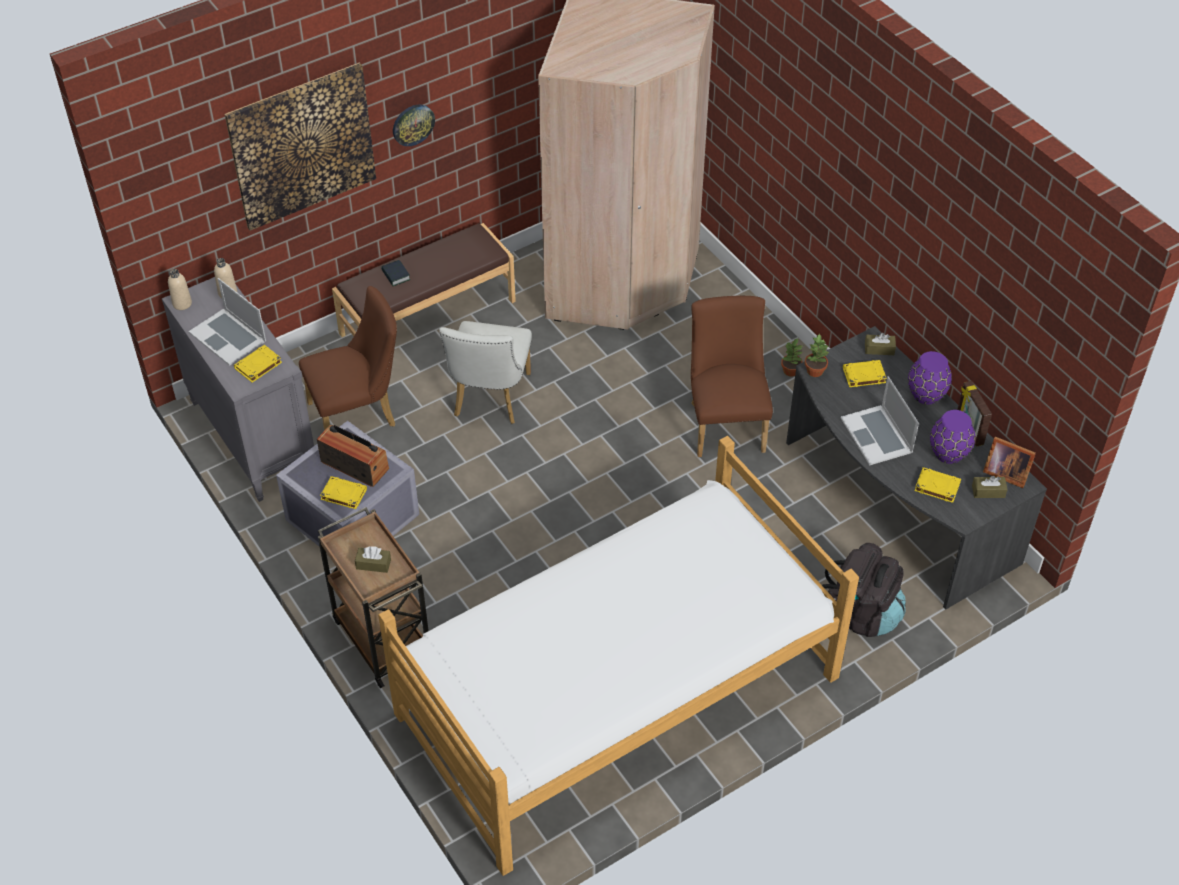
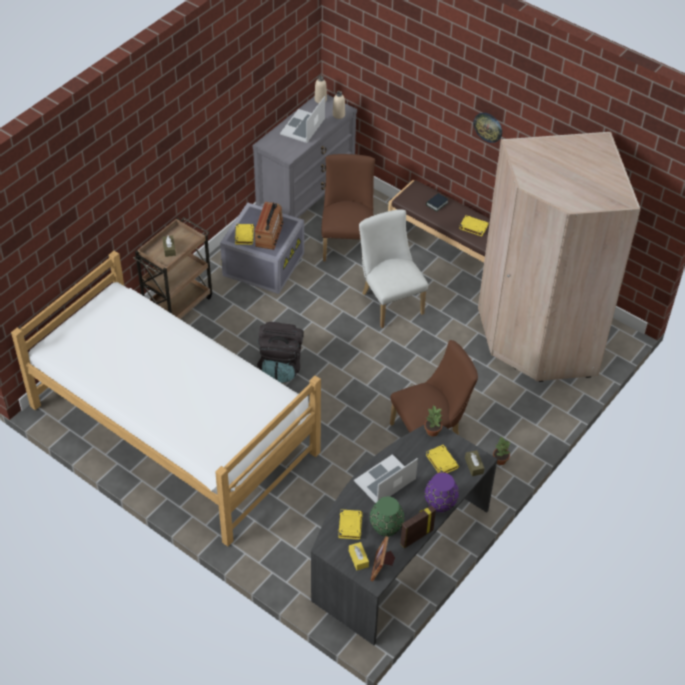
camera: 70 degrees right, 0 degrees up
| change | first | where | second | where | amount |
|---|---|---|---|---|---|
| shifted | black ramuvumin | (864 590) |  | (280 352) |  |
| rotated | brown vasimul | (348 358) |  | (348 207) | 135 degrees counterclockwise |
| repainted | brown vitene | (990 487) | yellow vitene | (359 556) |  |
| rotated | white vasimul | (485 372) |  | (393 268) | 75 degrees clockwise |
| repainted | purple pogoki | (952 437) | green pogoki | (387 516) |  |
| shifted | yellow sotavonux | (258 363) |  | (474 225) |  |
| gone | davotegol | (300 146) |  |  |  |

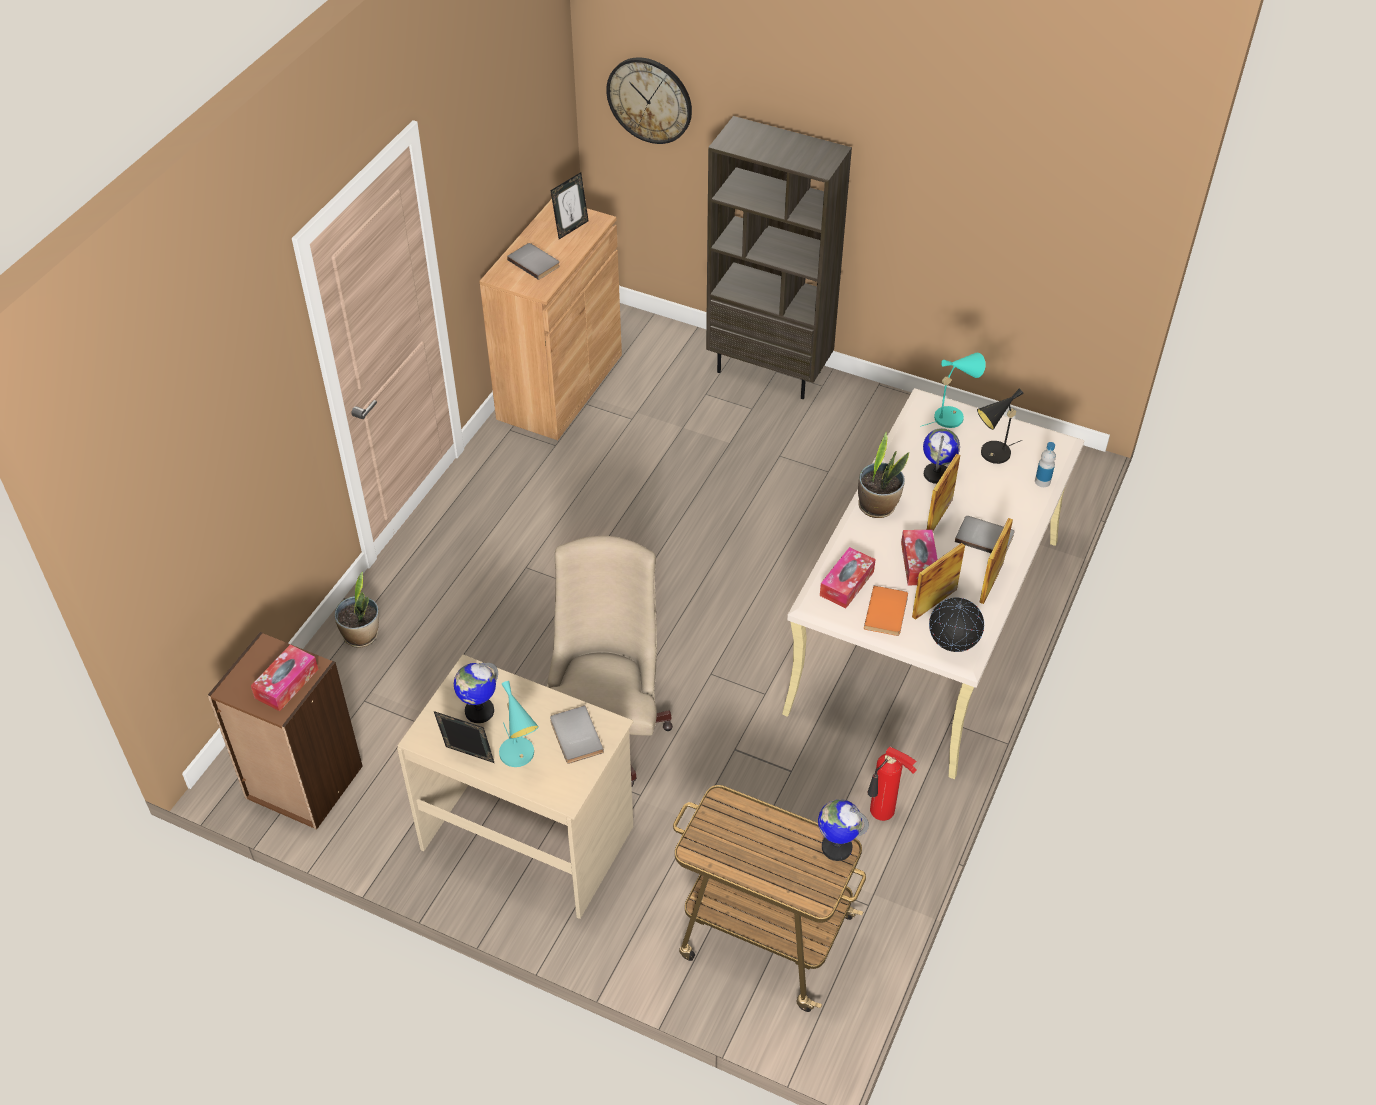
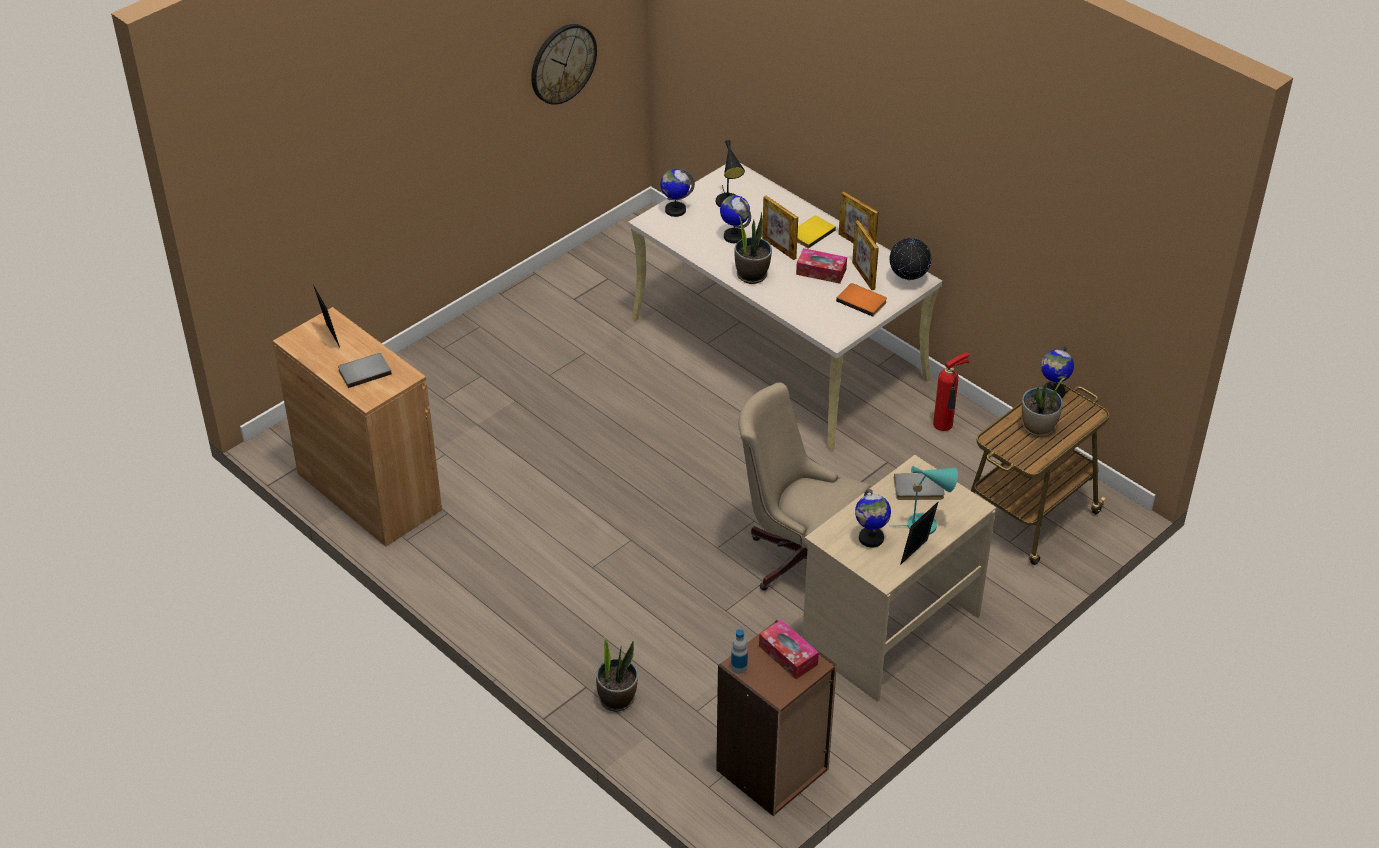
camera: 70 degrees left, 5 degrees down
| change | first | where | second | where | amount |
|---|---|---|---|---|---|
| shifted | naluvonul | (649 100) |  | (564 64) |  |
| swapped | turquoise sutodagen | (953 390) | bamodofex | (677 193) |  |
| shifted | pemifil | (1045 464) |  | (739 651) |  |
| repainted | grey sotavonux | (985 535) | yellow sotavonux | (816 232) |  |
| new |  |  | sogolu | (1043 407) |  |
| gone | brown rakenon | (779 257) |  |  |  |
| gone | vitene | (848 577) |  |  |  |

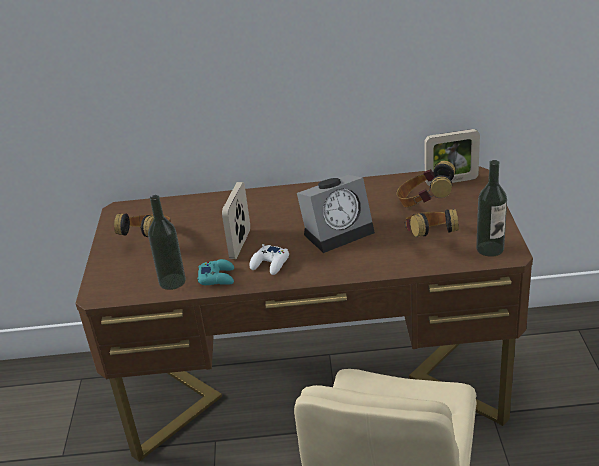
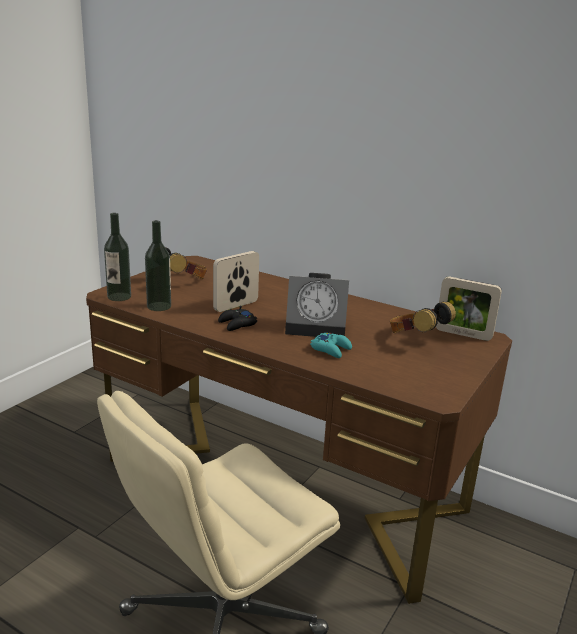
camera: 30 degrees right, 10 degrees down
| change | first | where | second | where | amount |
|---|---|---|---|---|---|
| shifted | pemifil | (491 208) |  | (117 257) |  |
| repainted | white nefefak | (269 259) | black nefefak | (237 318) |  |
| shifted | turquoise nefefak | (216 272) |  | (331 345) |  |
| gone | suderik | (432 222) |  |  |  |

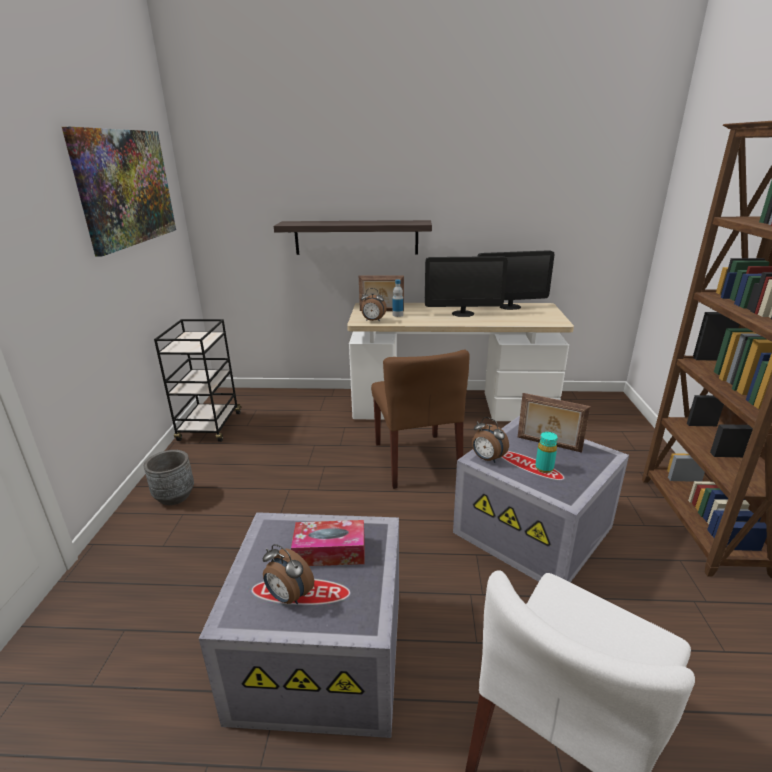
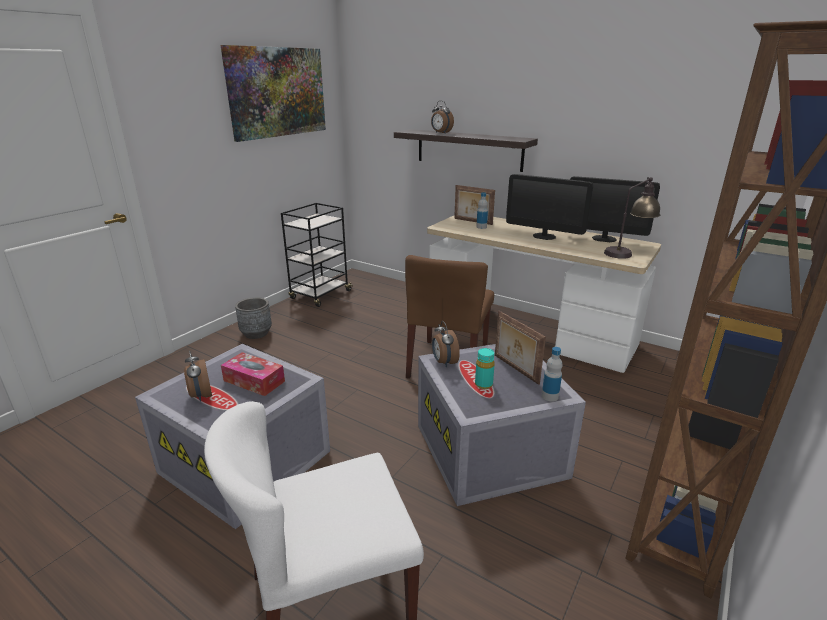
camera: 30 degrees right, 0 degrees up
| change | first | where | second | where | amount |
|---|---|---|---|---|---|
| shifted | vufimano | (374 305) |  | (442 117) |  |
| new |  |  | pemifil | (552 374) |  |
| new |  |  | sutodagen | (632 218) |  |

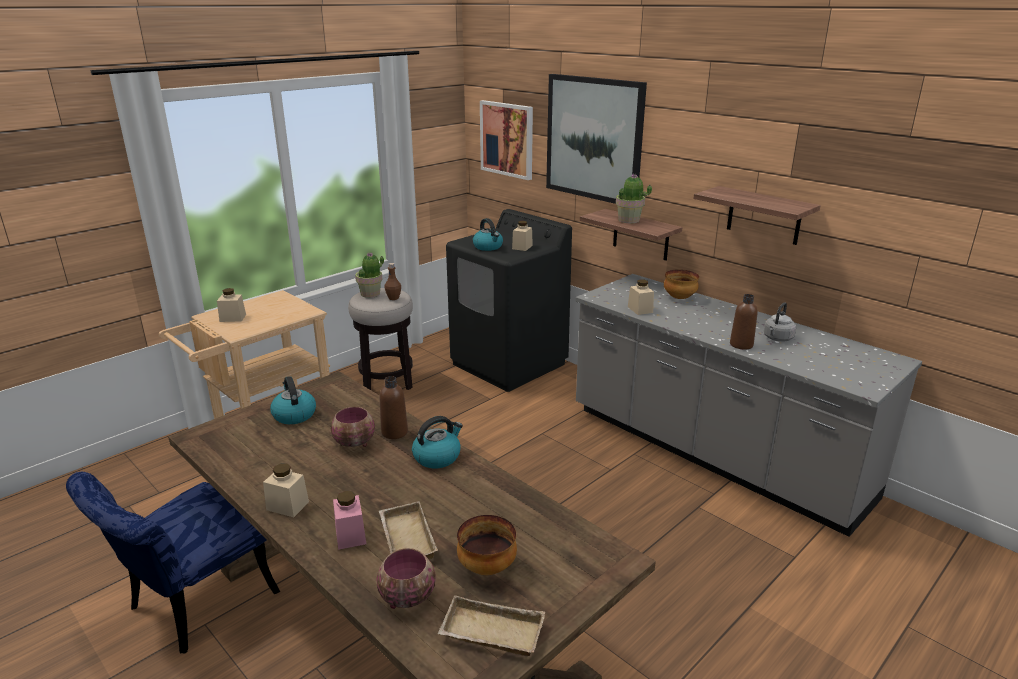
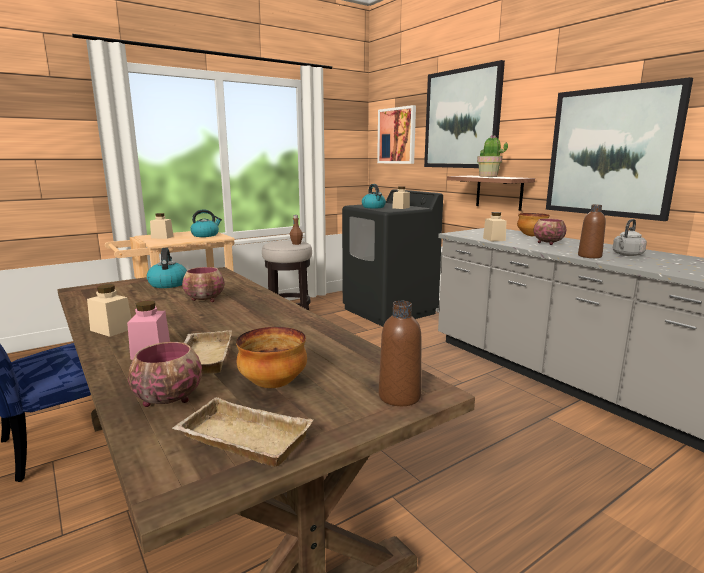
camera: 10 degrees right, 10 degrees down
| change | first | where | second | where | amount |
|---|---|---|---|---|---|
| shifted | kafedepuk | (437 442) |  | (206 223) |  |
| shifted | brown pemifil | (394 407) |  | (400 353) |  |
| new |  |  | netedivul | (549 231) |  |
| swapped | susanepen | (757 215) | davotegol | (619 149) |  |
| gone | sogolu | (369 275) |  |  |  |

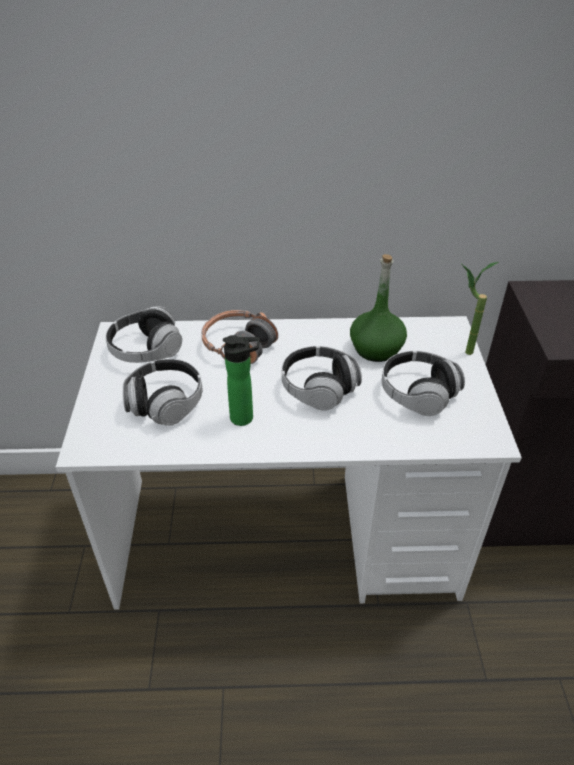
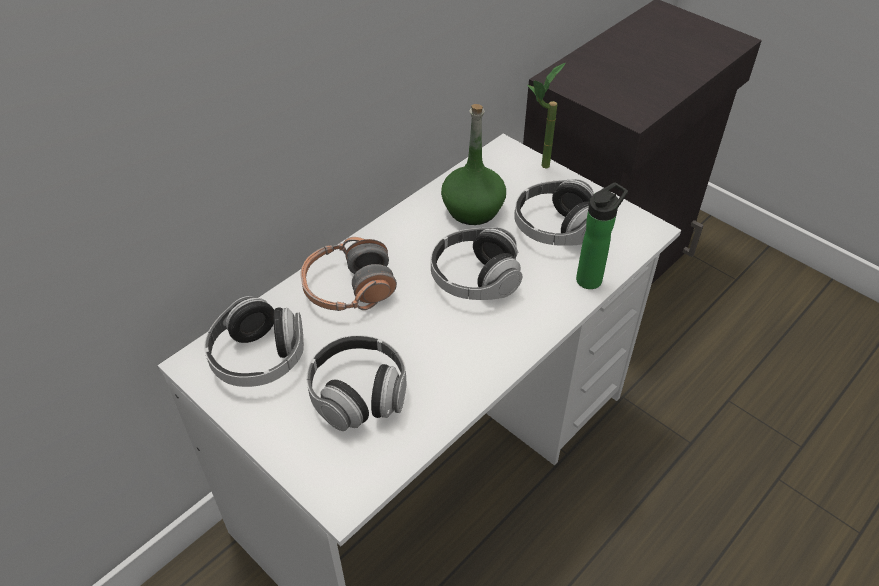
camera: 45 degrees left, 5 degrees up
| change | first | where | second | where | amount |
|---|---|---|---|---|---|
| shifted | pemifil | (241 380) |  | (602 235) |  |

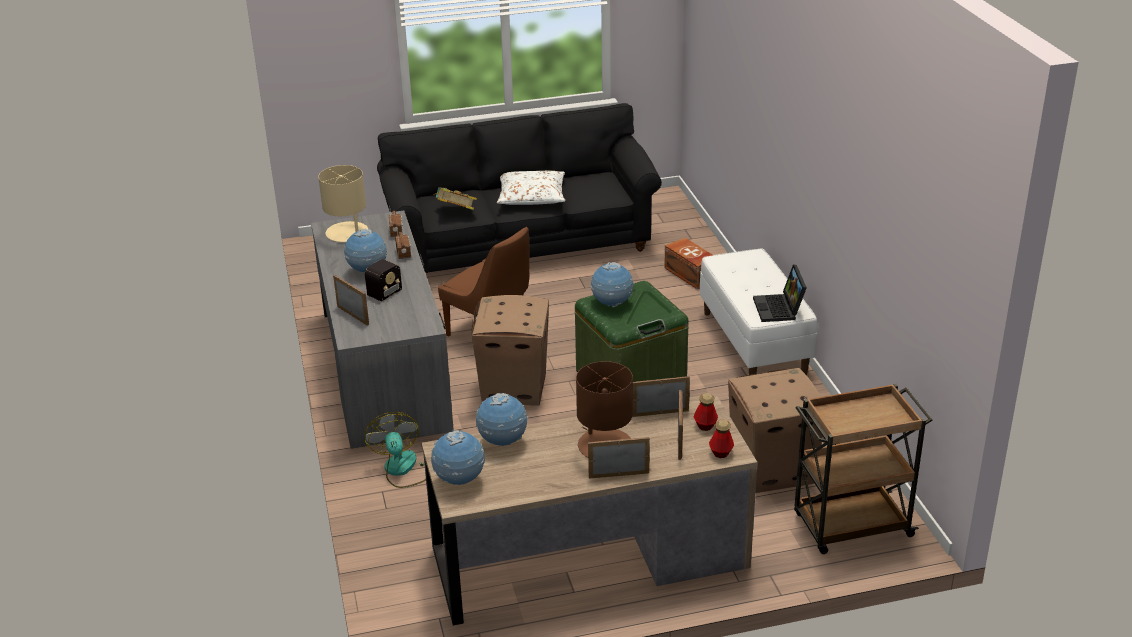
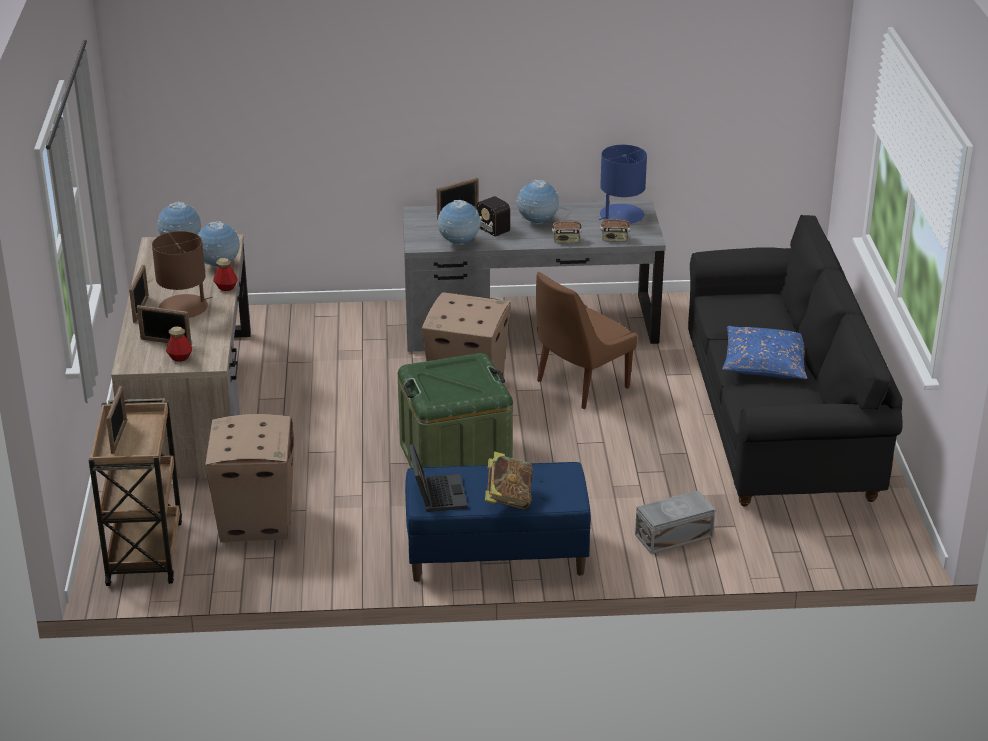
camera: 100 degrees right, 0 degrees up
| change | first | where | second | where | amount |
|---|---|---|---|---|---|
| shifted | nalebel | (661 396) |  | (116 420) |  |
| shifted | pemifil | (721 438) |  | (225 274) |  |
| repainted | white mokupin | (758 311) | blue mokupin | (498 522) |  |
| rotated | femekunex | (780 293) |  | (438 478) | 75 degrees clockwise |
| shifted | bamodofex | (612 285) |  | (459 222) |  |
| shifted | sotavonux | (455 198) |  | (509 480) |  |
| repainted | beige sutodagen | (343 203) | blue sutodagen | (623 184) |  |
| repainted | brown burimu | (688 263) | grey burimu | (675 523) |  |
| repainted | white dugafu | (531 188) | blue dugafu | (764 352) |  |
| gone | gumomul | (395 450) |  |  |  |

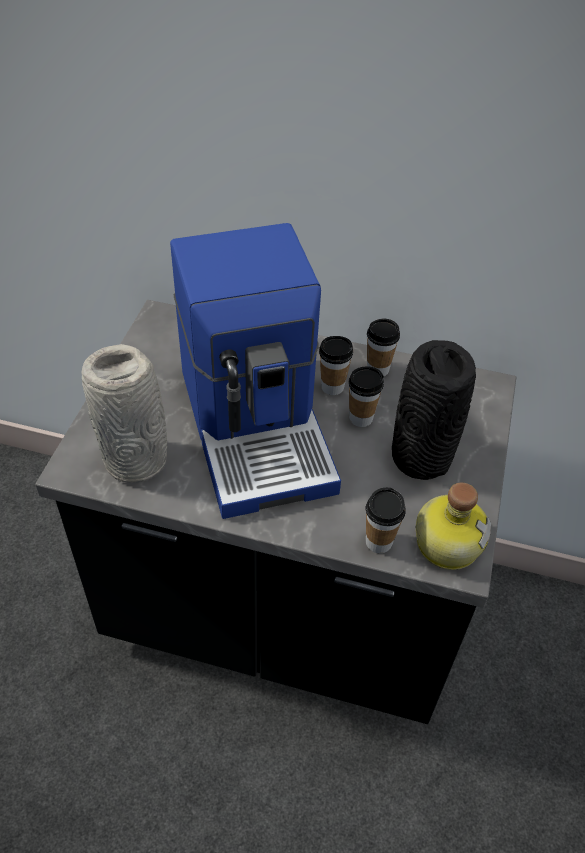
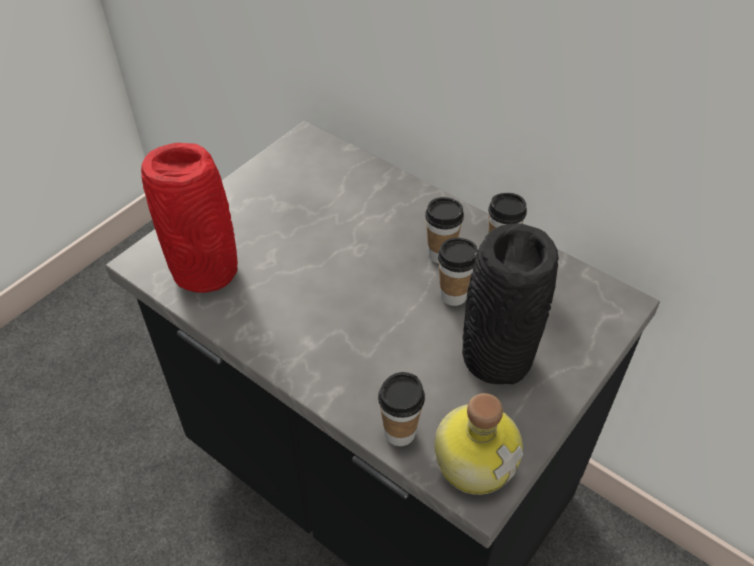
camera: 25 degrees right, 0 degrees up
| change | first | where | second | where | amount |
|---|---|---|---|---|---|
| repainted | grey pogoki | (124 413) | red pogoki | (189 218) |  |
| gone | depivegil | (255 371) |  |  |  |

